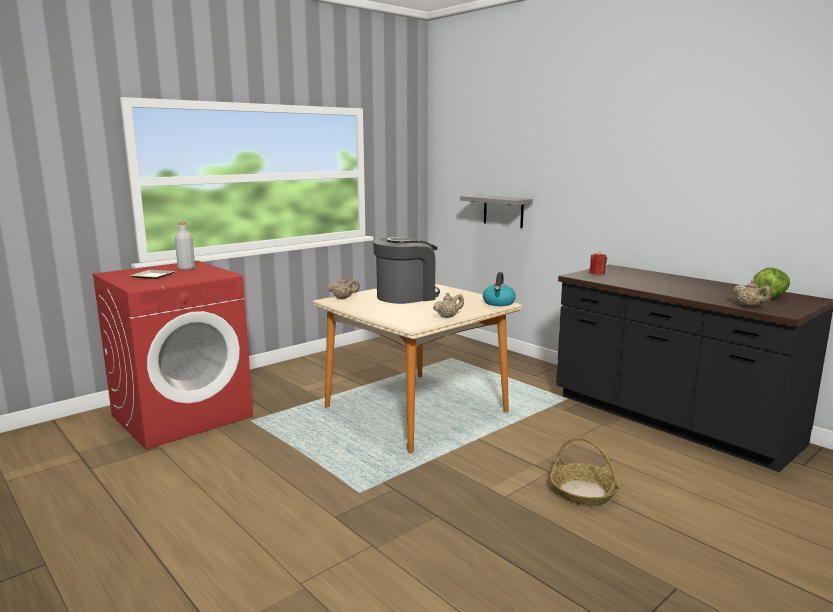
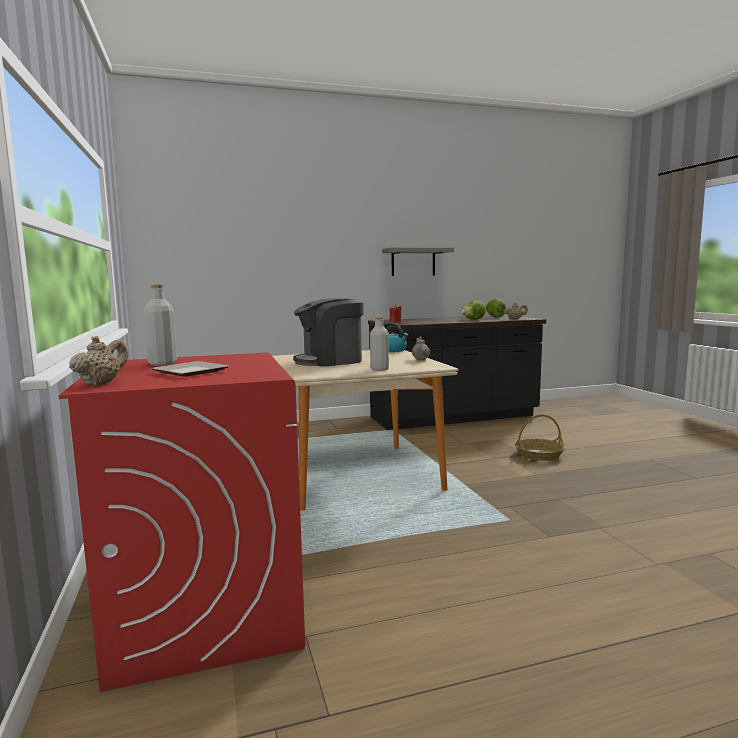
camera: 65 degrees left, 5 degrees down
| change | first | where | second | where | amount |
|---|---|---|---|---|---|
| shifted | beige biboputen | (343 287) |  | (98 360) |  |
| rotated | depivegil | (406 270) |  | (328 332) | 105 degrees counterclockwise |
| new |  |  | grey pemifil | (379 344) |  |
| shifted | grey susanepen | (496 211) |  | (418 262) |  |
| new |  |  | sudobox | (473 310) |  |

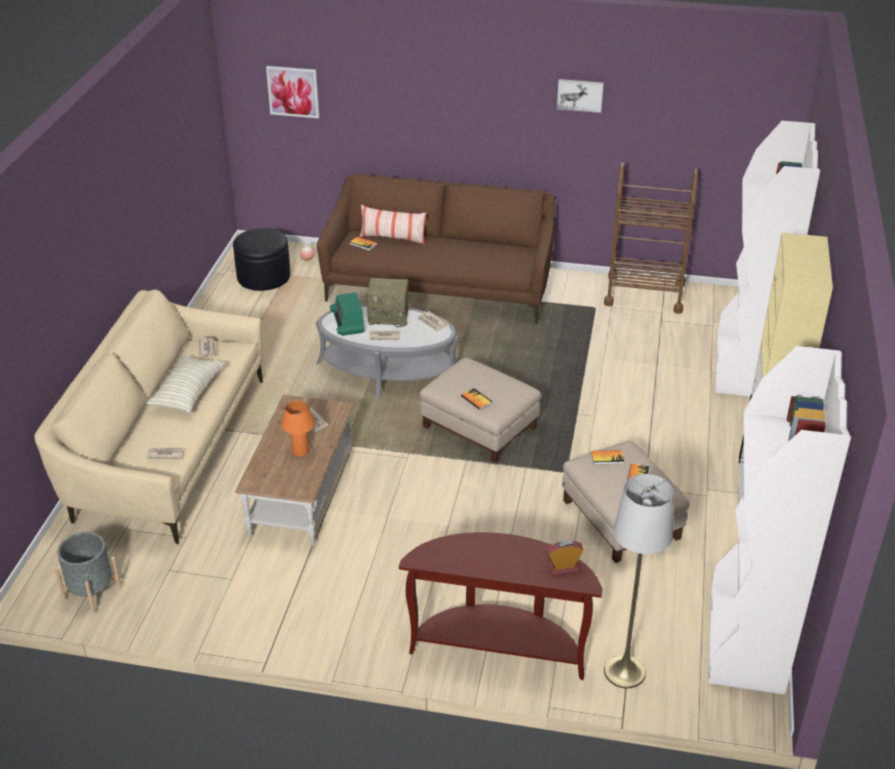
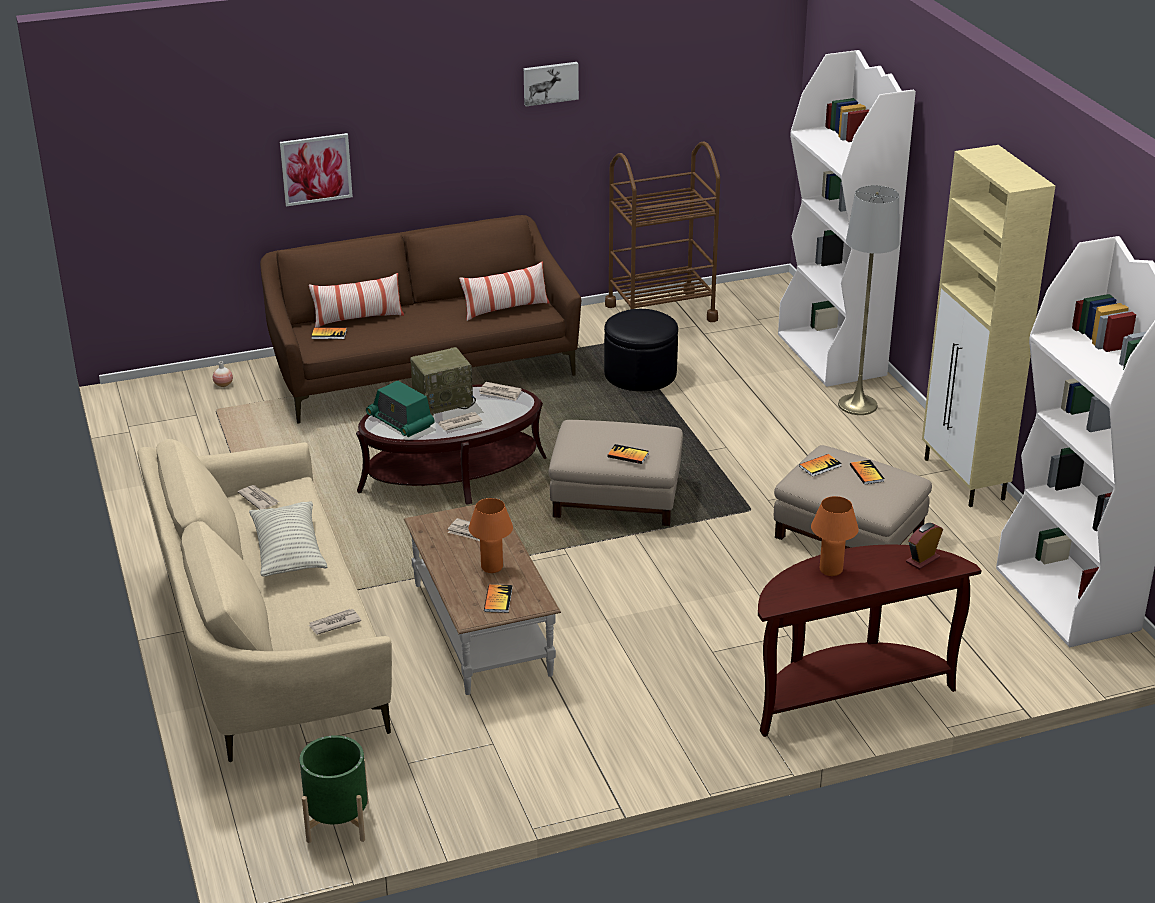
camera: 30 degrees left, 5 degrees down
| change | first | where | second | where | amount |
|---|---|---|---|---|---|
| shifted | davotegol | (292 92) |  | (316 169) |  |
| repainted | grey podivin | (88 573) | green podivin | (334 789) |  |
| repainted | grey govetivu | (387 351) | brown govetivu | (451 444) |  |
| new |  |  | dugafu | (504 291) |  |
| new |  |  | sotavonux | (498 598) |  |
| shifted | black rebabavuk | (261 259) |  | (641 350) |  |
| new |  |  | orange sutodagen | (835 536) |  |
| shifted | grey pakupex | (639 581) |  | (869 300) |  |

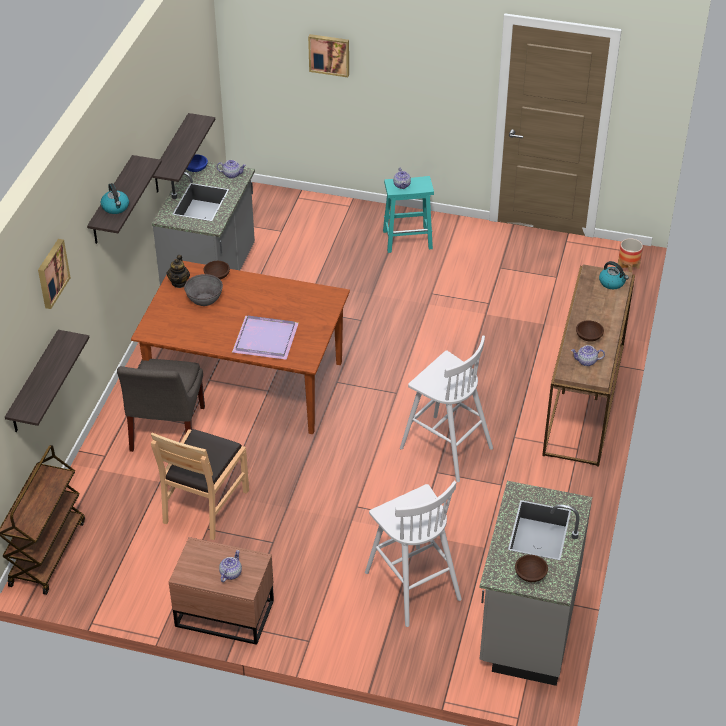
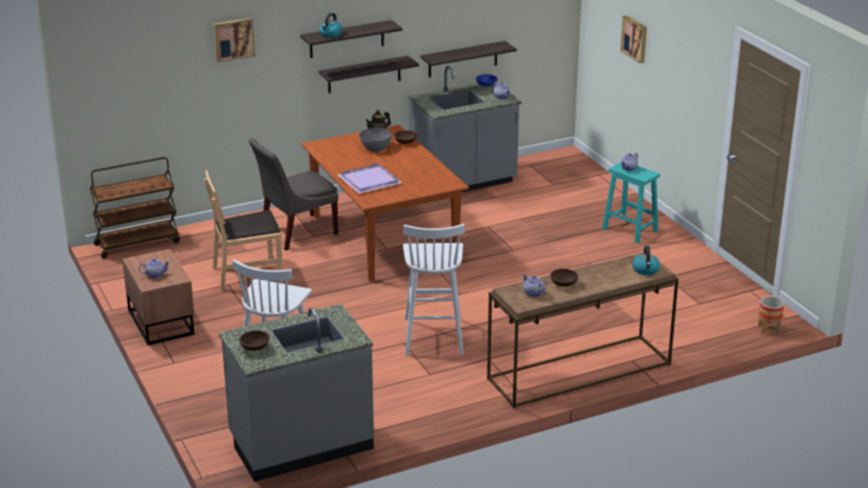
camera: 50 degrees right, 15 degrees down
| change | first | where | second | where | amount |
|---|---|---|---|---|---|
| shifted | susanepen | (47 381) |  | (369 74) |  |

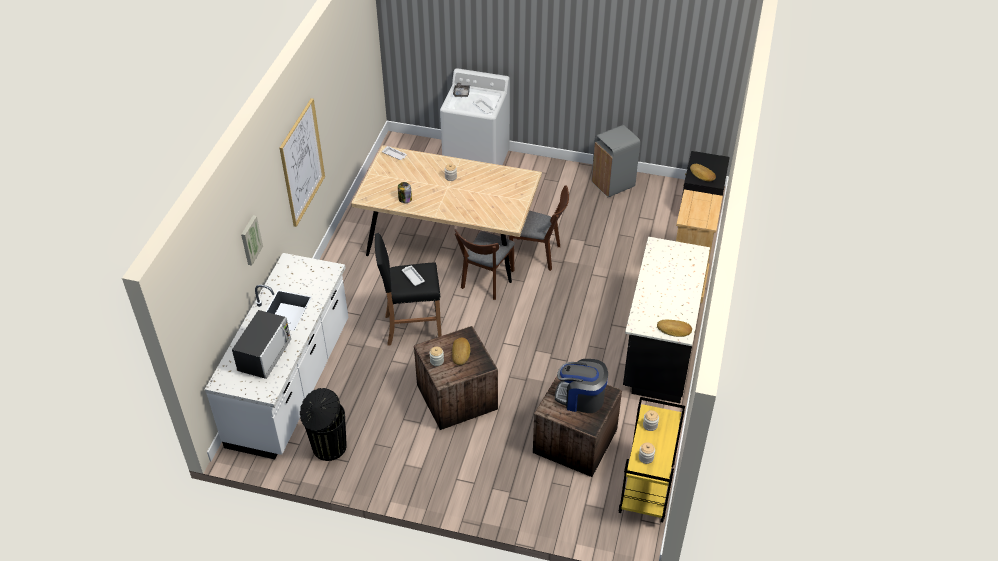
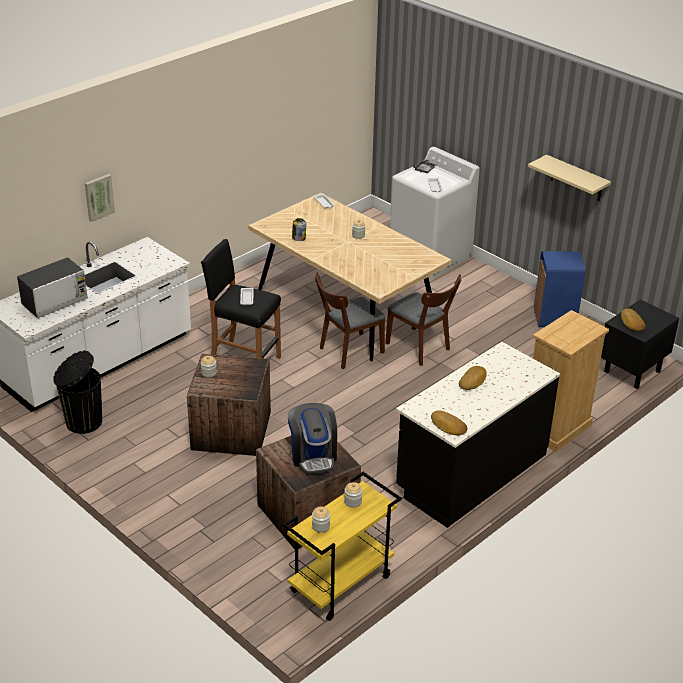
camera: 30 degrees right, 10 degrees down
| change | first | where | second | where | amount |
|---|---|---|---|---|---|
| rotated | depivegil | (581 386) |  | (312 438) | 150 degrees counterclockwise |
| shifted | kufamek | (461 351) |  | (473 378) |  |
| new |  |  | beige susanepen | (569 178) |  |
| repainted | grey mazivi | (616 161) | blue mazivi | (560 289) |  |
| gone | davotegol | (302 162) |  |  |  |

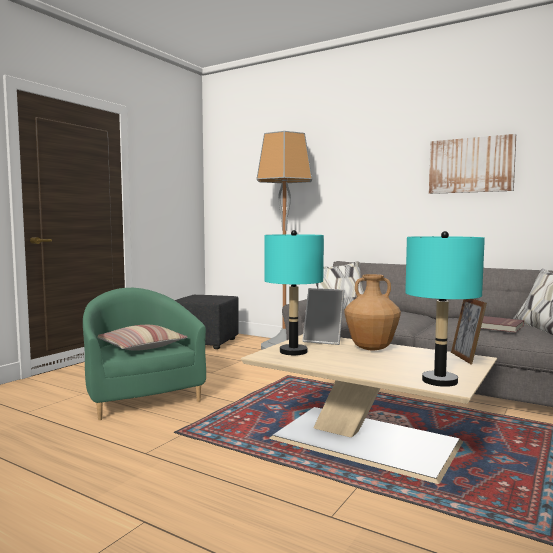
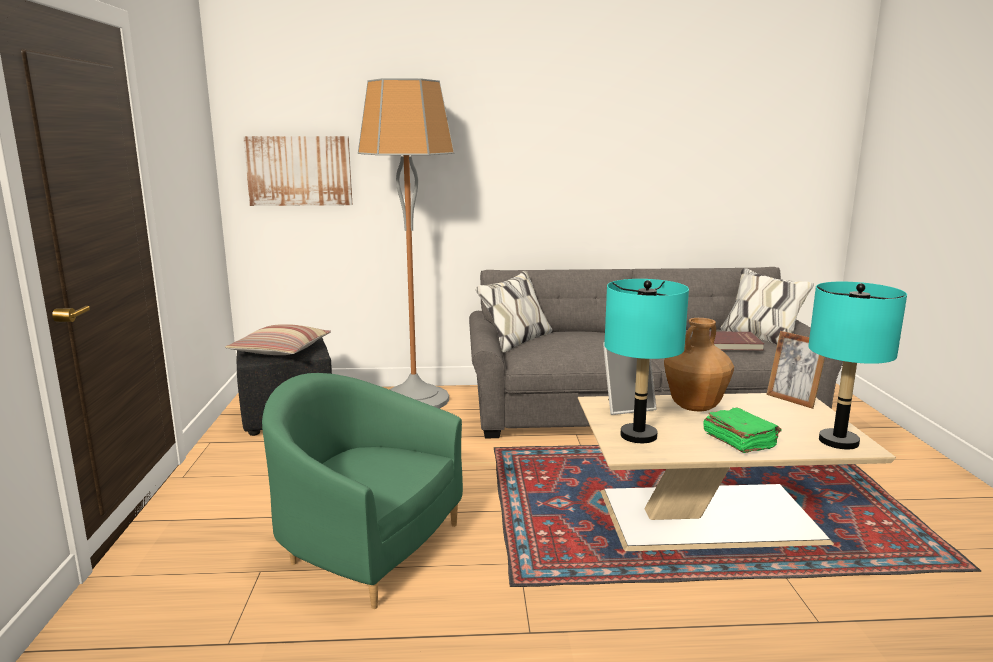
camera: 35 degrees left, 10 degrees up
| change | first | where | second | where | amount |
|---|---|---|---|---|---|
| shifted | dugafu | (142 338) |  | (278 339) |  |
| shifted | davotegol | (472 164) |  | (297 171) |  |
| new |  |  | green sotavonux | (742 430) |  |

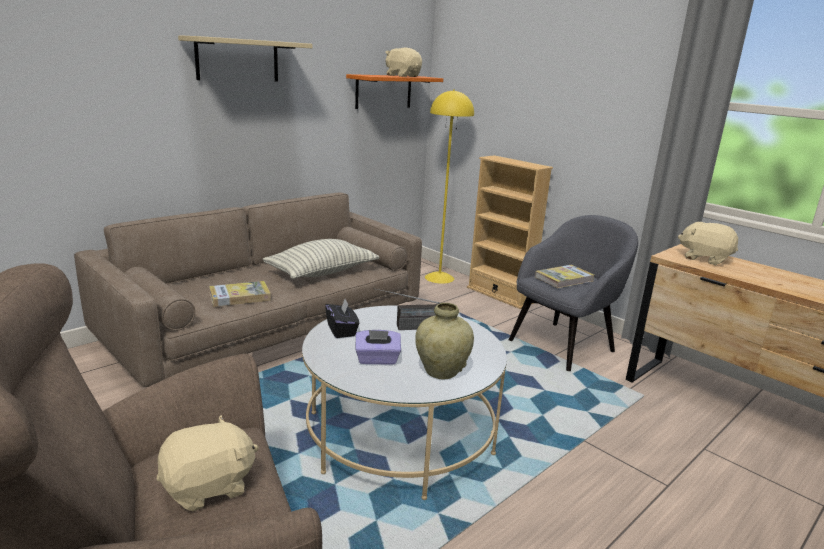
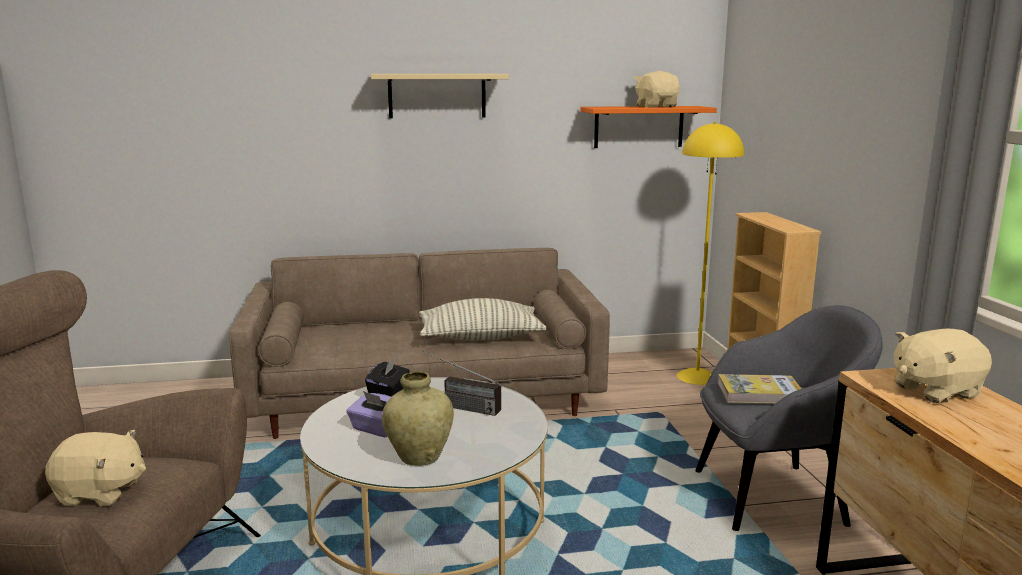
camera: 35 degrees right, 5 degrees down
| change | first | where | second | where | amount |
|---|---|---|---|---|---|
| rotated | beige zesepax | (708 243) |  | (943 365) | 90 degrees counterclockwise |
| gone | sotavonux | (240 294) |  |  |  |

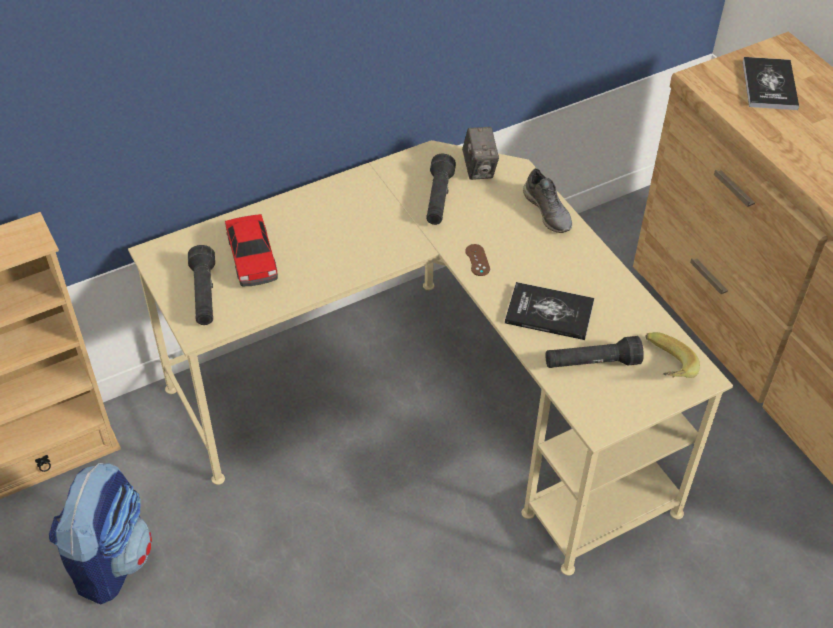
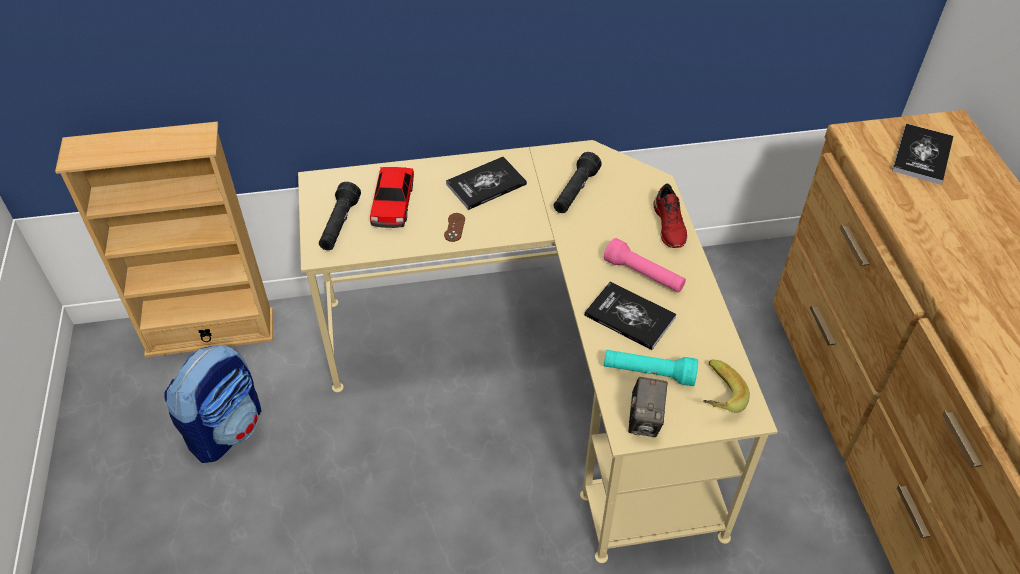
camera: 20 degrees right, 0 degrees up
| change | first | where | second | where | amount |
|---|---|---|---|---|---|
| shifted | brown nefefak | (477 260) |  | (454 227) |  |
| new |  |  | sotavonux | (486 183) |  |
| new |  |  | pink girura | (645 265) |  |
| repainted | black girura | (595 352) | turquoise girura | (651 368) |  |
| shifted | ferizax | (480 153) |  | (648 407) |  |
| repainted | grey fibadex | (547 200) | red fibadex | (670 215) |  |

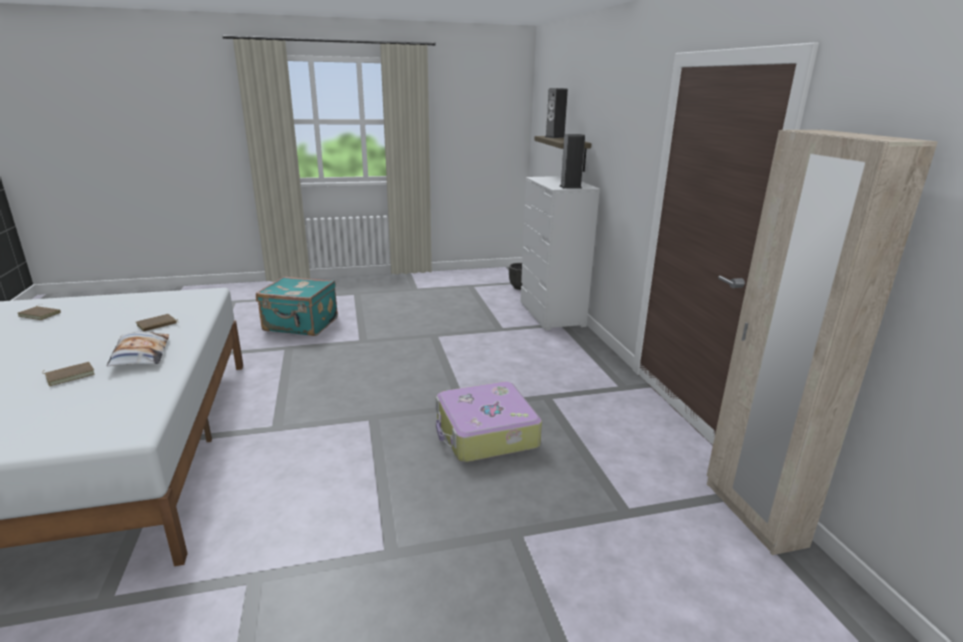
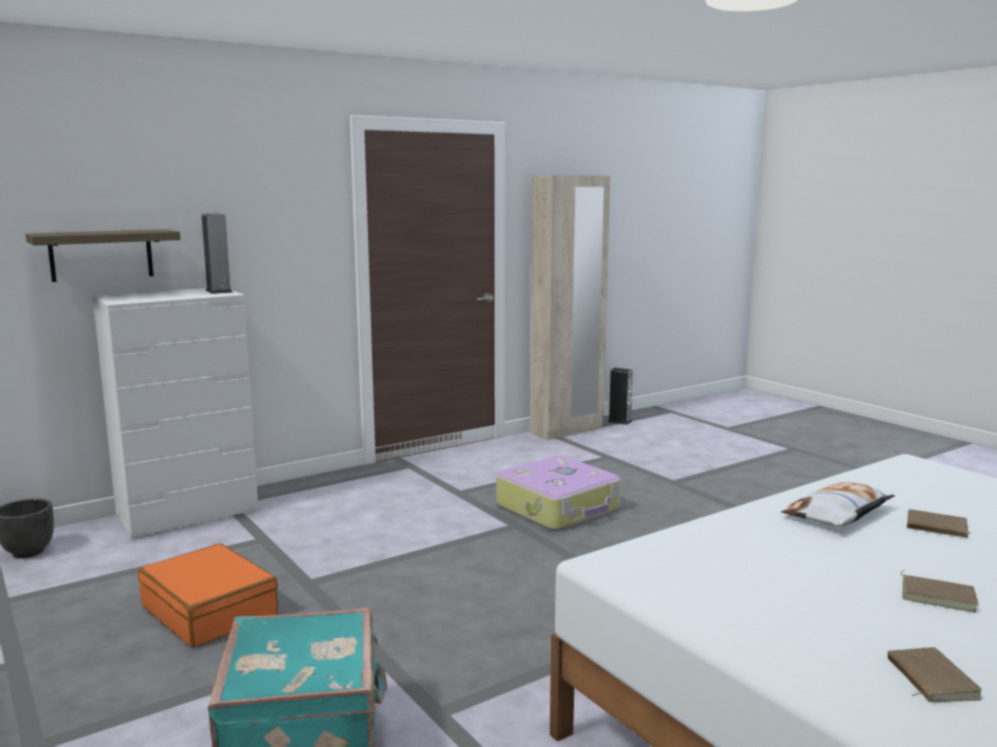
camera: 110 degrees left, 10 degrees down
| change | first | where | second | where | amount |
|---|---|---|---|---|---|
| new |  |  | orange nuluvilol | (208 595) |  |
| shifted | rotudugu | (556 113) |  | (620 396) |  |
| shifted | brown sotavonux | (157 322) |  | (940 591) |  |

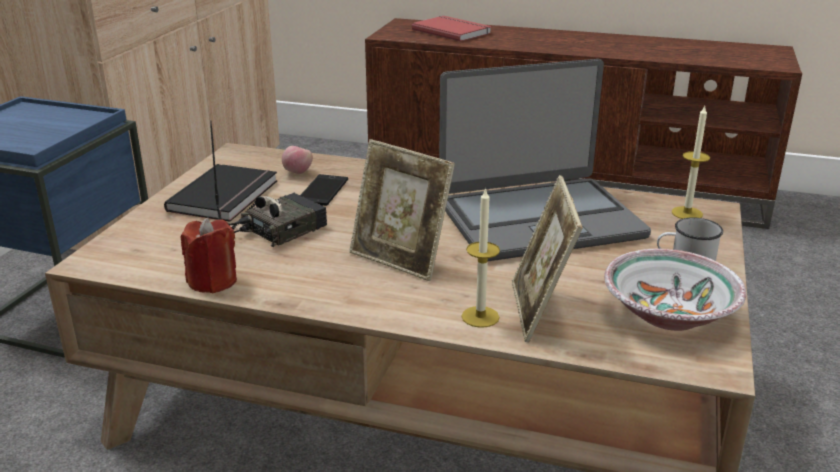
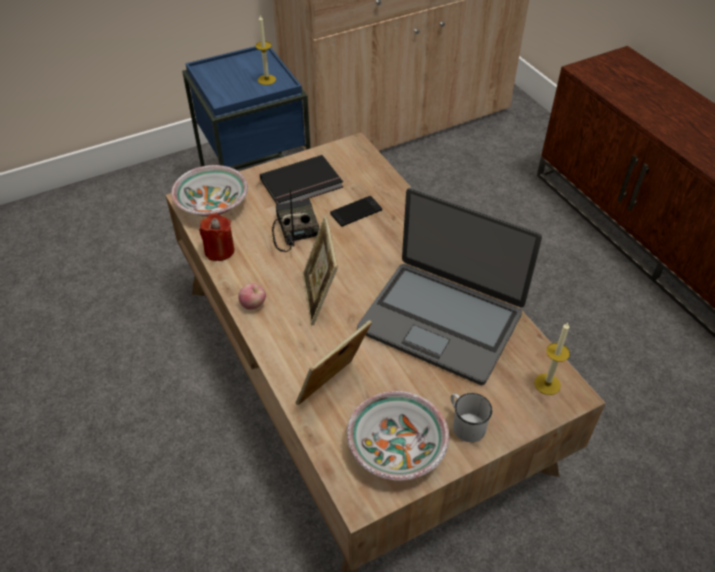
camera: 45 degrees right, 20 degrees up
| change | first | where | second | where | amount |
|---|---|---|---|---|---|
| new |  |  | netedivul | (209 190) |  |
| shifted | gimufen | (297 160) |  | (252 296) |  |
| shifted | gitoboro | (481 257) |  | (265 50) |  |
| rotated | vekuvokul | (268 183) |  | (295 220) | 105 degrees counterclockwise |
| gone | red sotavonux | (452 29) |  |  |  |

